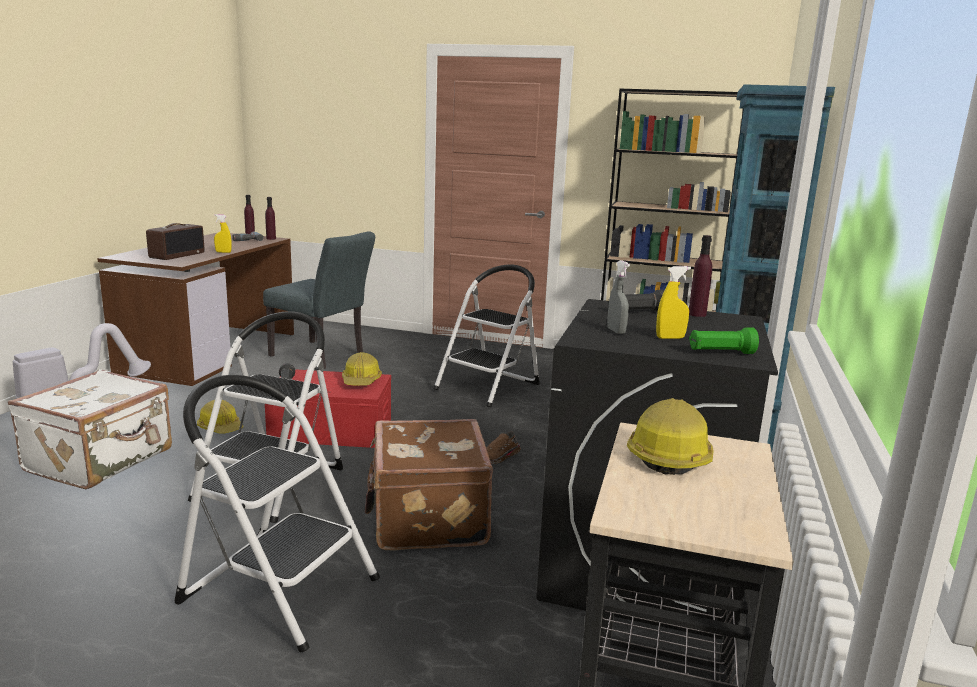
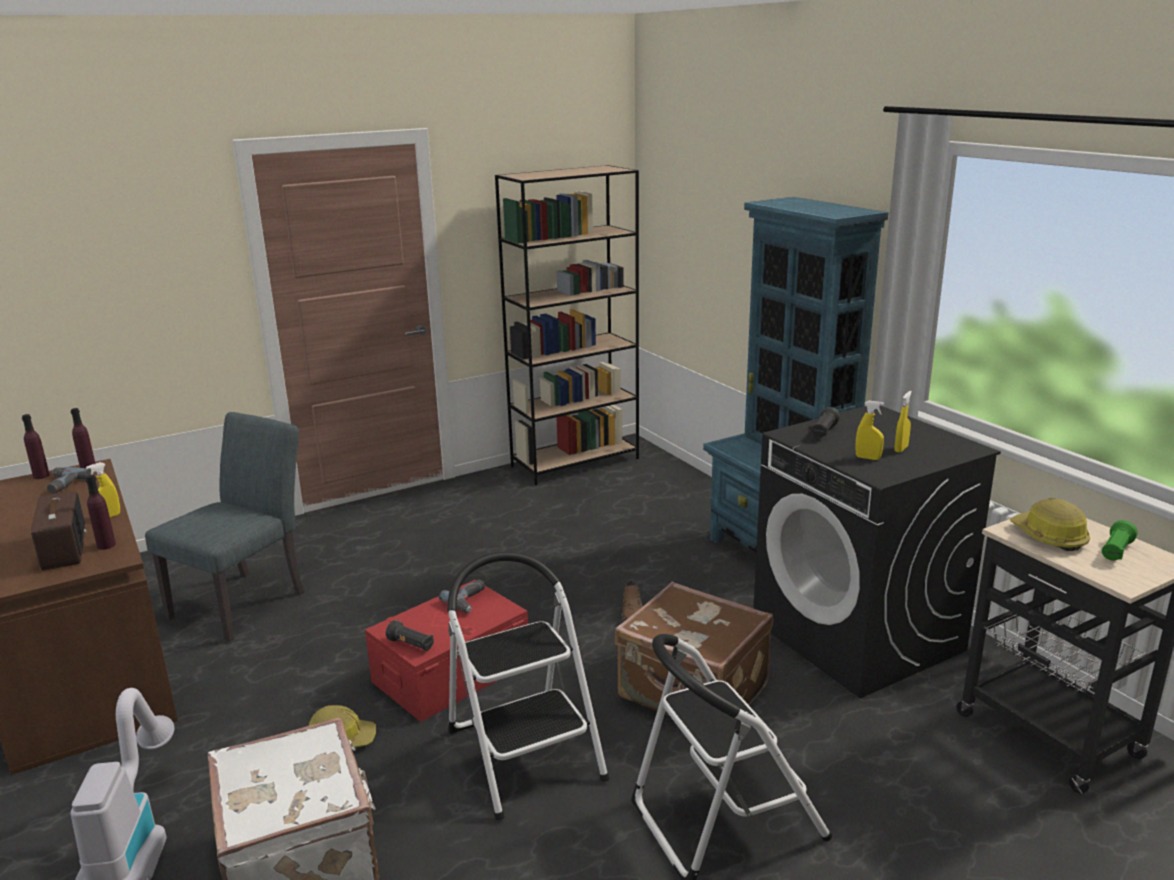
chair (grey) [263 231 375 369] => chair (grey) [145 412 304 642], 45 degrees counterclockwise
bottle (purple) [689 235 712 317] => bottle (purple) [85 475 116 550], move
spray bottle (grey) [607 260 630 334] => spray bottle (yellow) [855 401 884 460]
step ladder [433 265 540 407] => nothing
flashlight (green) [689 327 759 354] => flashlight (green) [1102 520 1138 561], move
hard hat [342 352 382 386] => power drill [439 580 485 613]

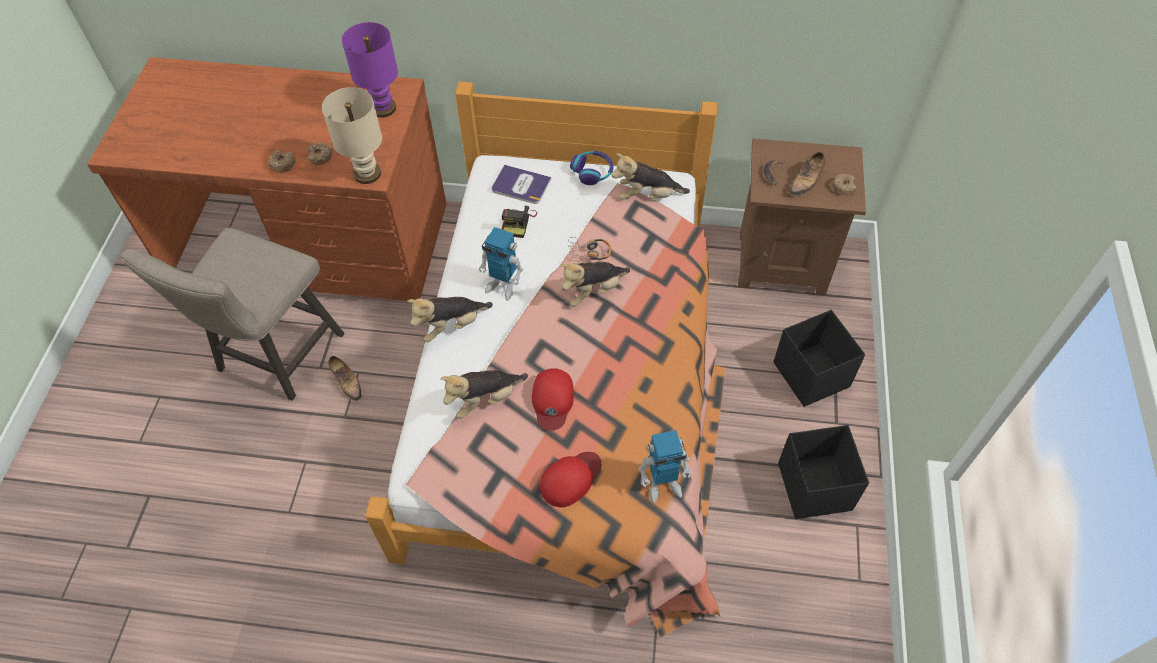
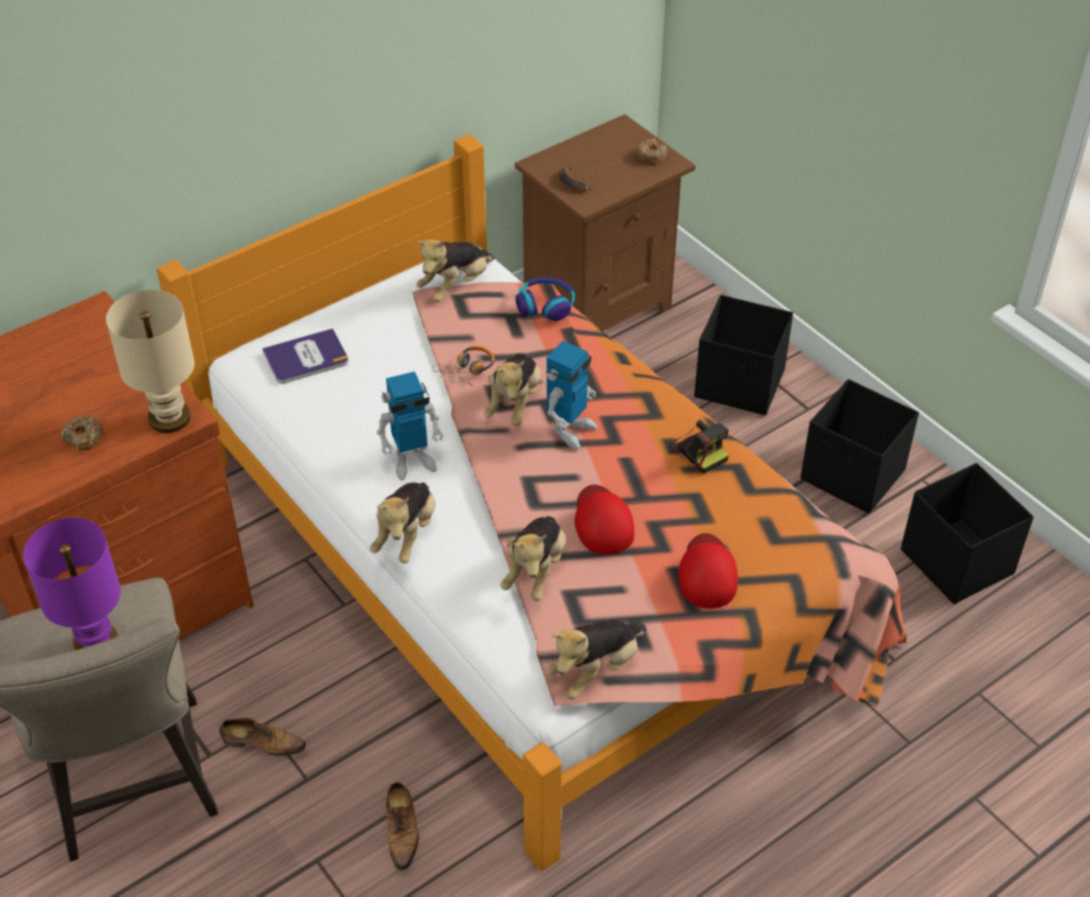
table lamp (purple) [342 22 398 118] => table lamp (purple) [23 518 121 651], move
donut [268 150 295 172] => nothing
headphones [570 151 613 185] => headphones [515 277 575 321], move
shoe [789 152 825 195] => shoe [386 782 419 870], move
photo camera [502 205 537 238] => photo camera [666 419 729 474], move
cap (red) [532 368 574 431] => cap (red) [575 485 634 555], 150 degrees counterclockwise
toy robot [638 430 692 503] => toy robot [546 341 598 449], move
nothing => storage box (black) [901 463 1034 604]
nothing => plush toy [546 620 646 699]

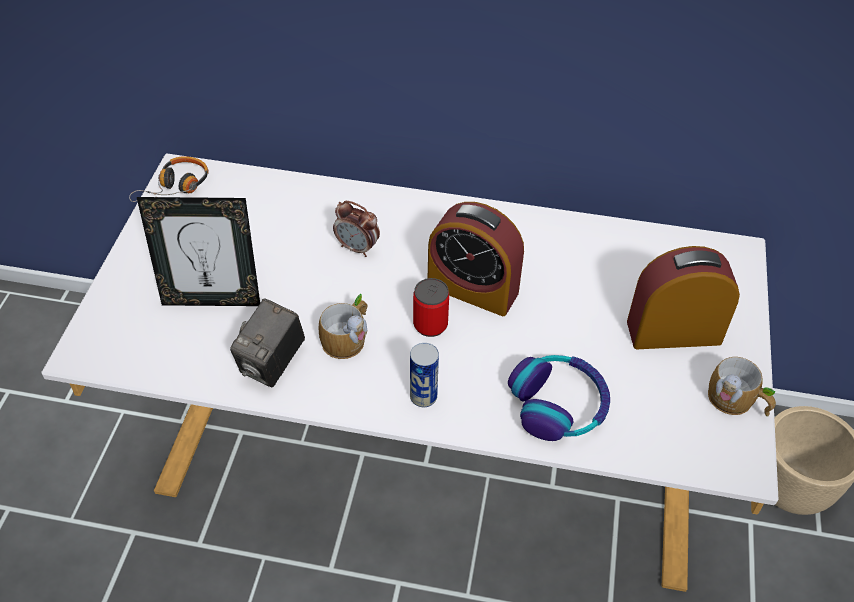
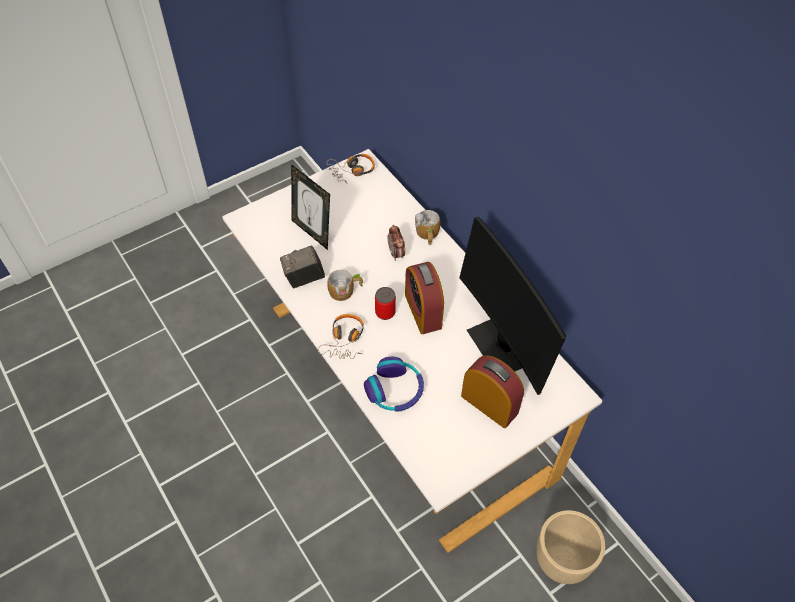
can [410 343 439 407] => headphones [318 314 364 359]
mug [708 357 776 417] => mug [415 210 440 245], move
nothing => monitor [459 216 566 395]

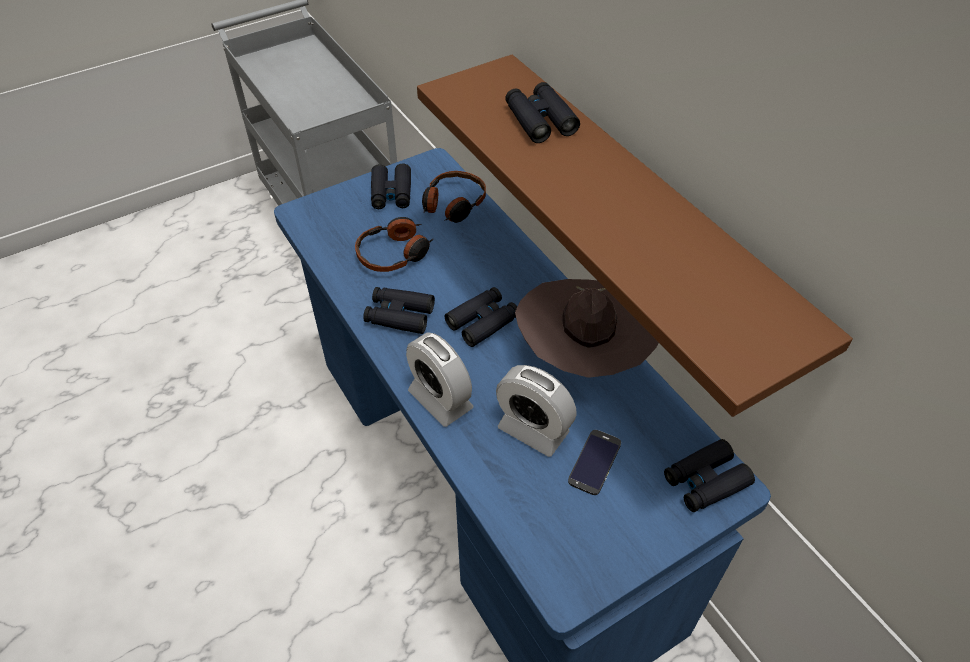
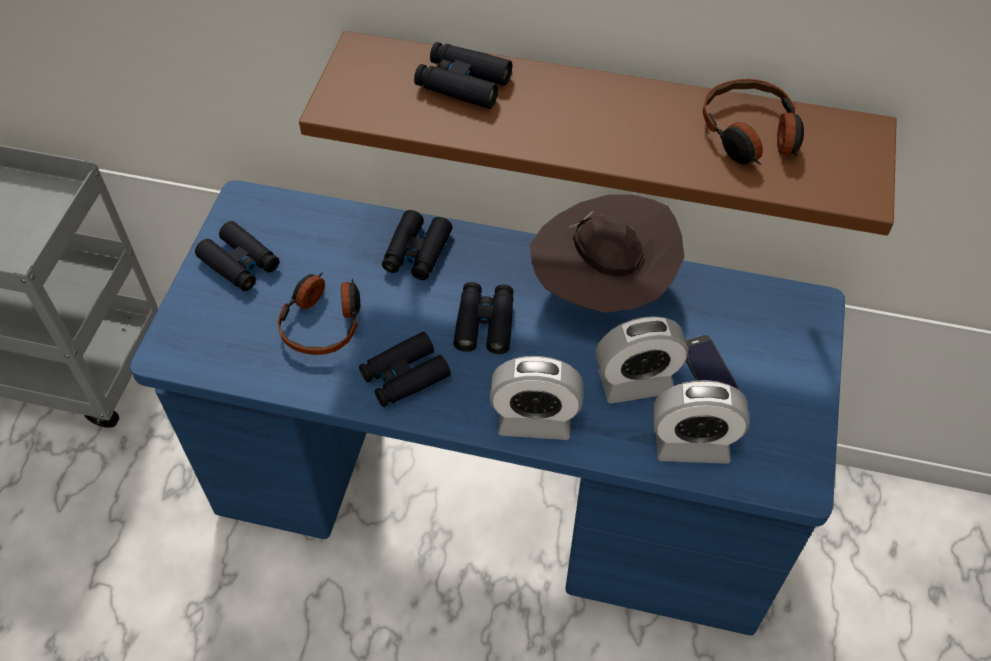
headphones [422 171 486 223] => headphones [702 79 804 165], move
binoculars (black) [664 439 755 512] => binoculars (black) [382 210 452 280], move
nothing => alarm clock [653 380 749 464]

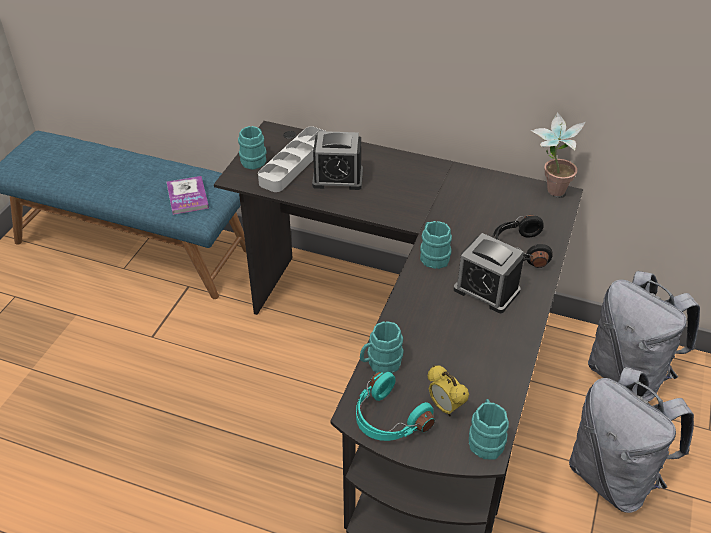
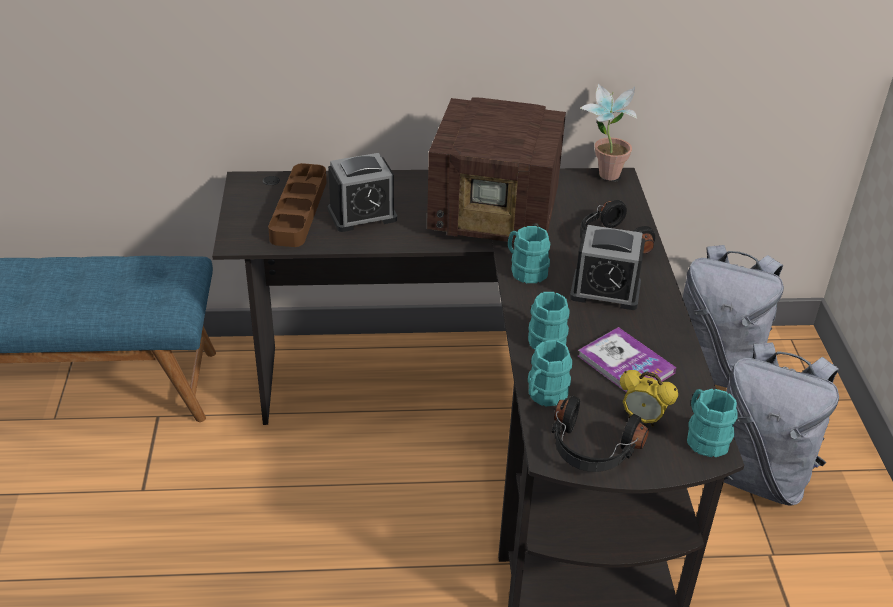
mug (turquoise) [238 126 267 170] => mug (turquoise) [528 292 570 350], move
tray (grey) [258 126 325 192] => tray (brown) [268 163 327 247]
book [167 176 209 215] => book [578 327 676 392], move
headphones (turquoise) [356 372 435 441] => headphones (black) [552 396 649 472]
nothing => radio [427 97 566 245]

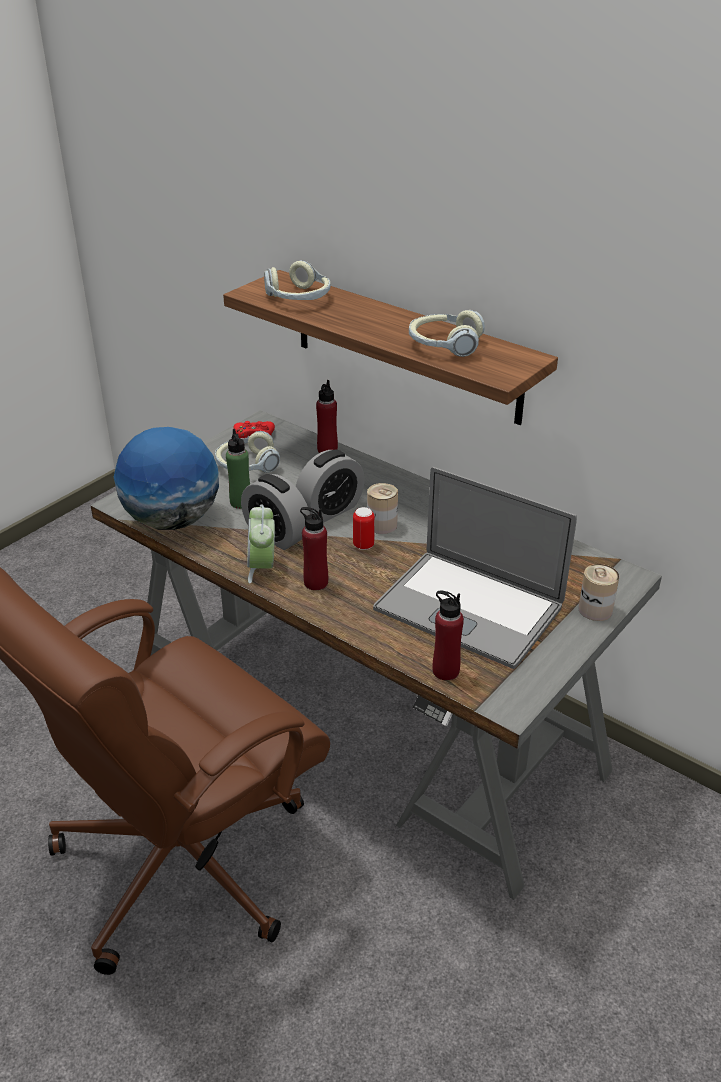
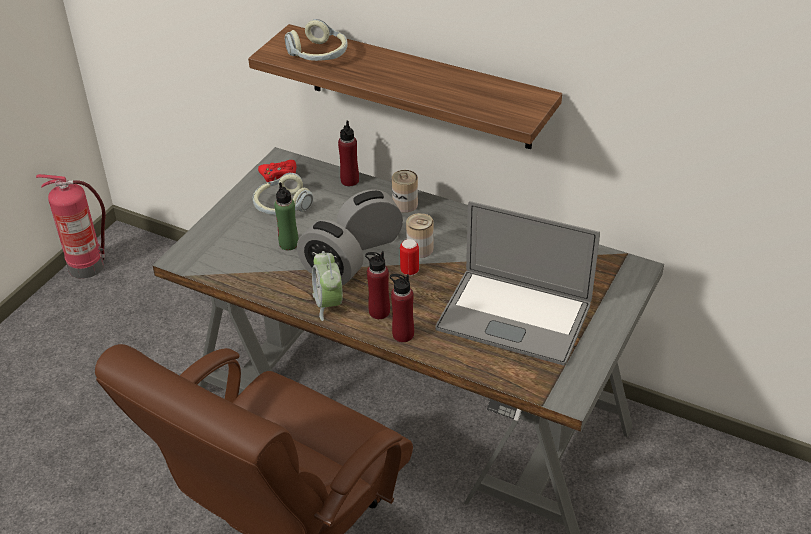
headphones [409 310 485 357] => nothing
globe [114 427 219 530] => nothing
alarm clock [295 449 365 523] => alarm clock [336 189 403 250], 150 degrees counterclockwise
can [578 564 619 621] => can [392 170 418 213], move
bottle (red) [432 590 464 680] => bottle (red) [390 274 414 342], move
nothing => fire extinguisher [36 174 106 279]

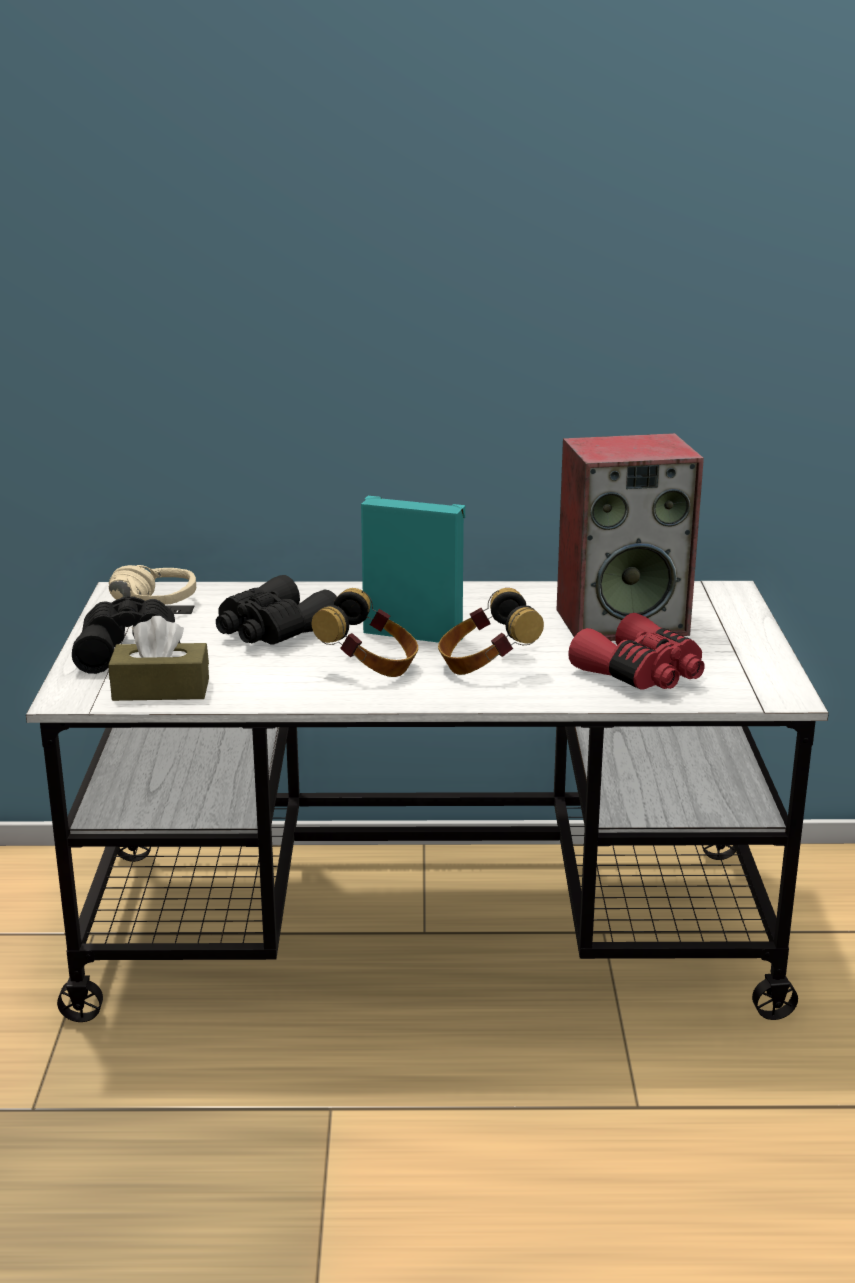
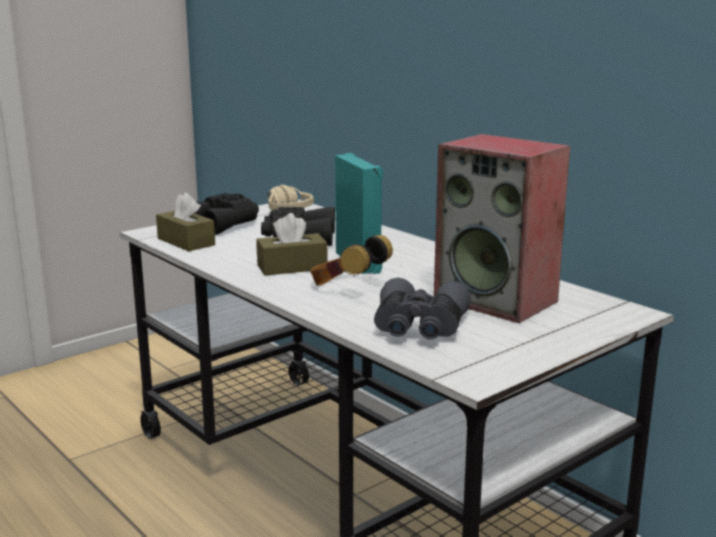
headphones [312 588 418 677] => tissue box (brown) [256 213 328 276]
binoculars (red) [568 613 704 690] => binoculars (grey) [374 278 471 339]

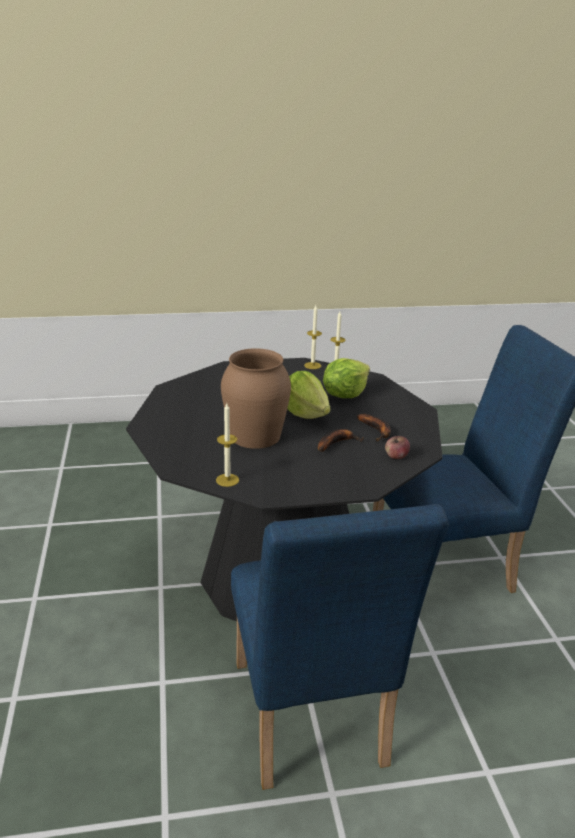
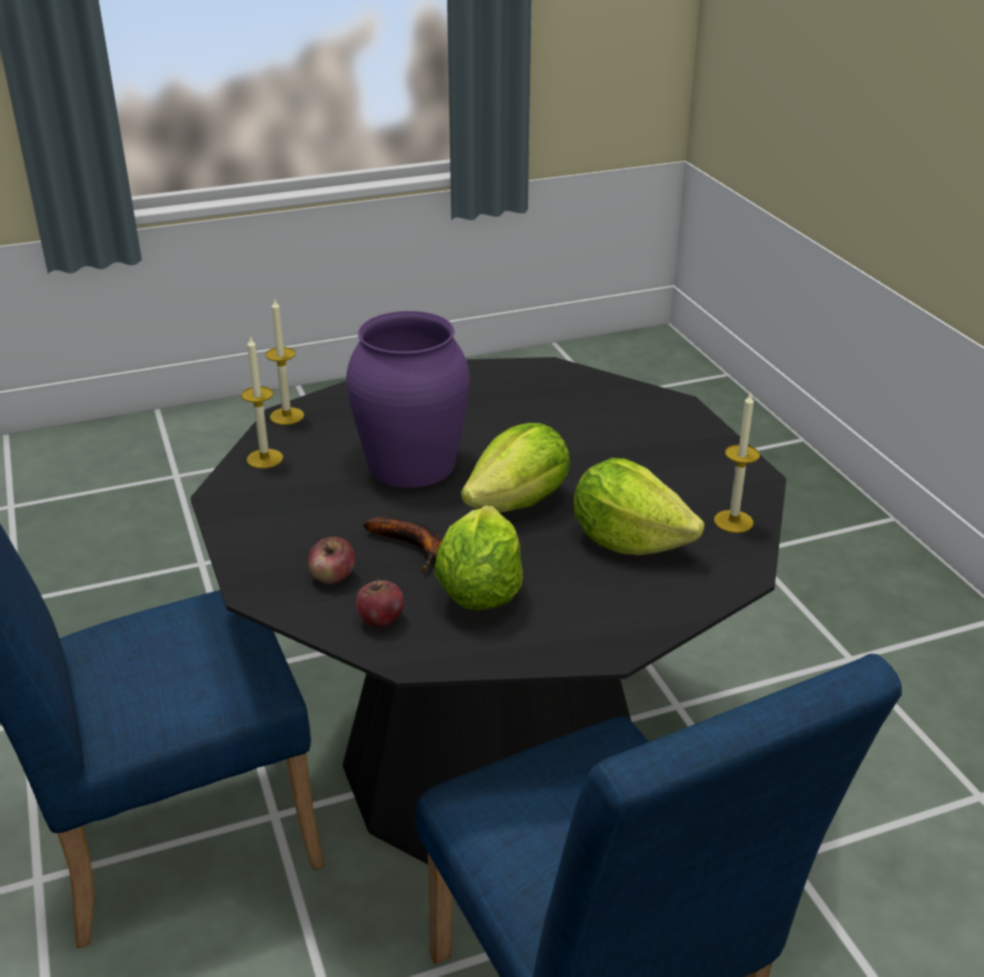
candle [304 305 322 369] => candle [265 298 304 425], move
vase (brown) [221 348 291 449] => vase (purple) [346 311 470 488]
banana [357 414 391 441] => lettuce [434 505 523 610]
nothing => apple [308 537 355 584]

